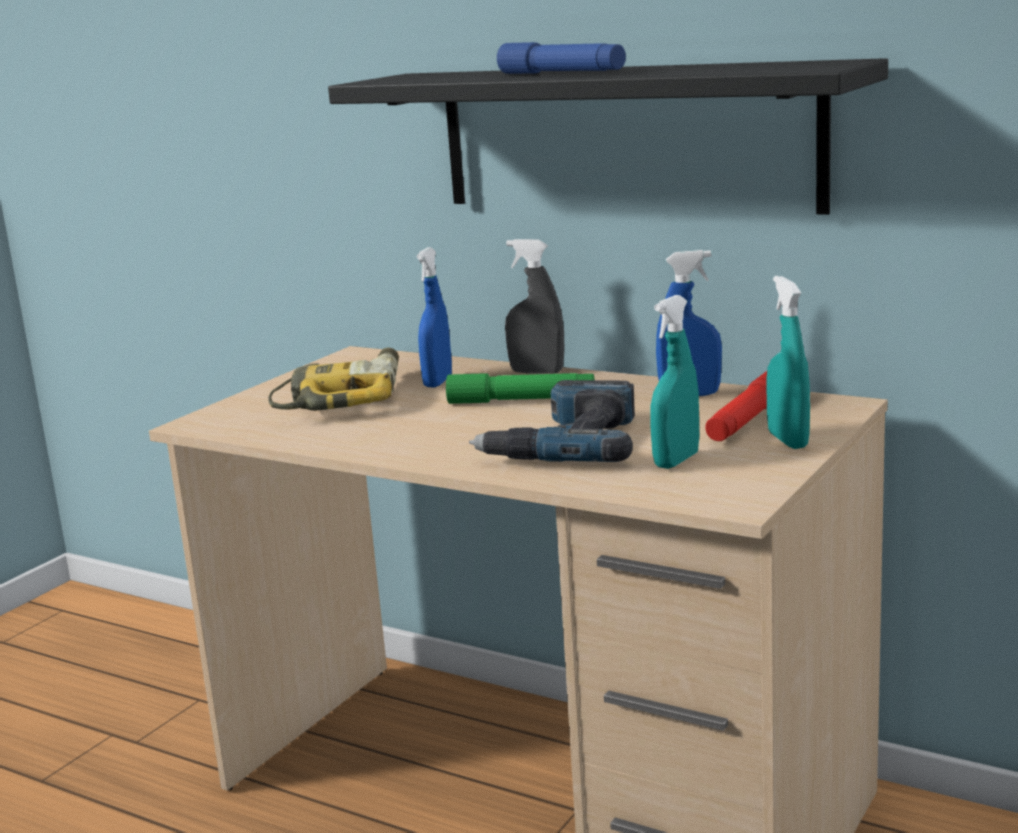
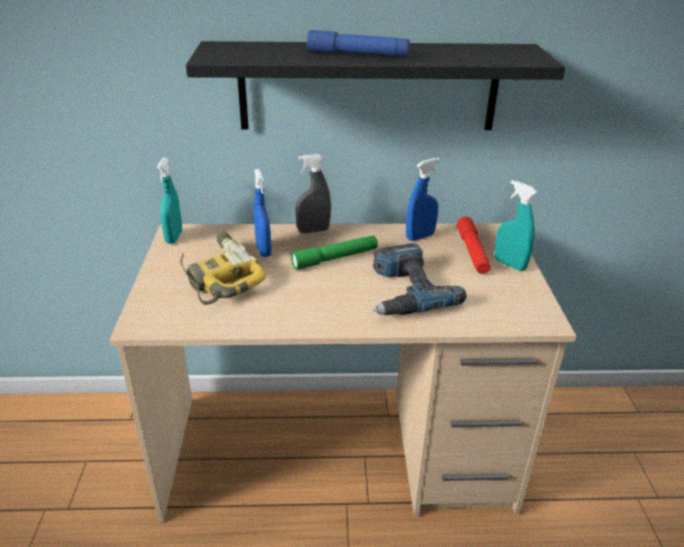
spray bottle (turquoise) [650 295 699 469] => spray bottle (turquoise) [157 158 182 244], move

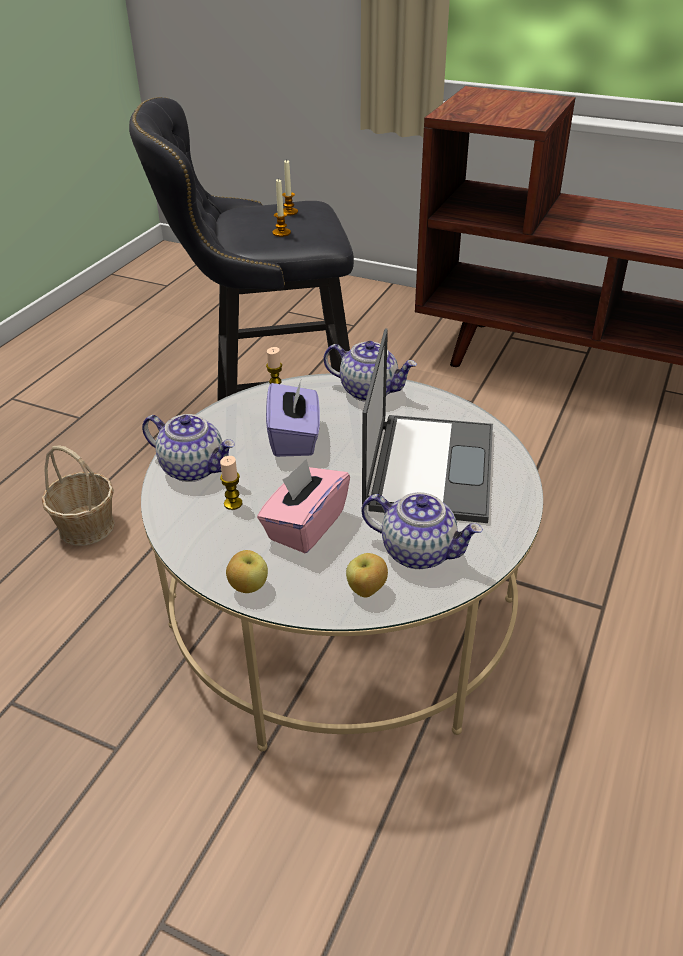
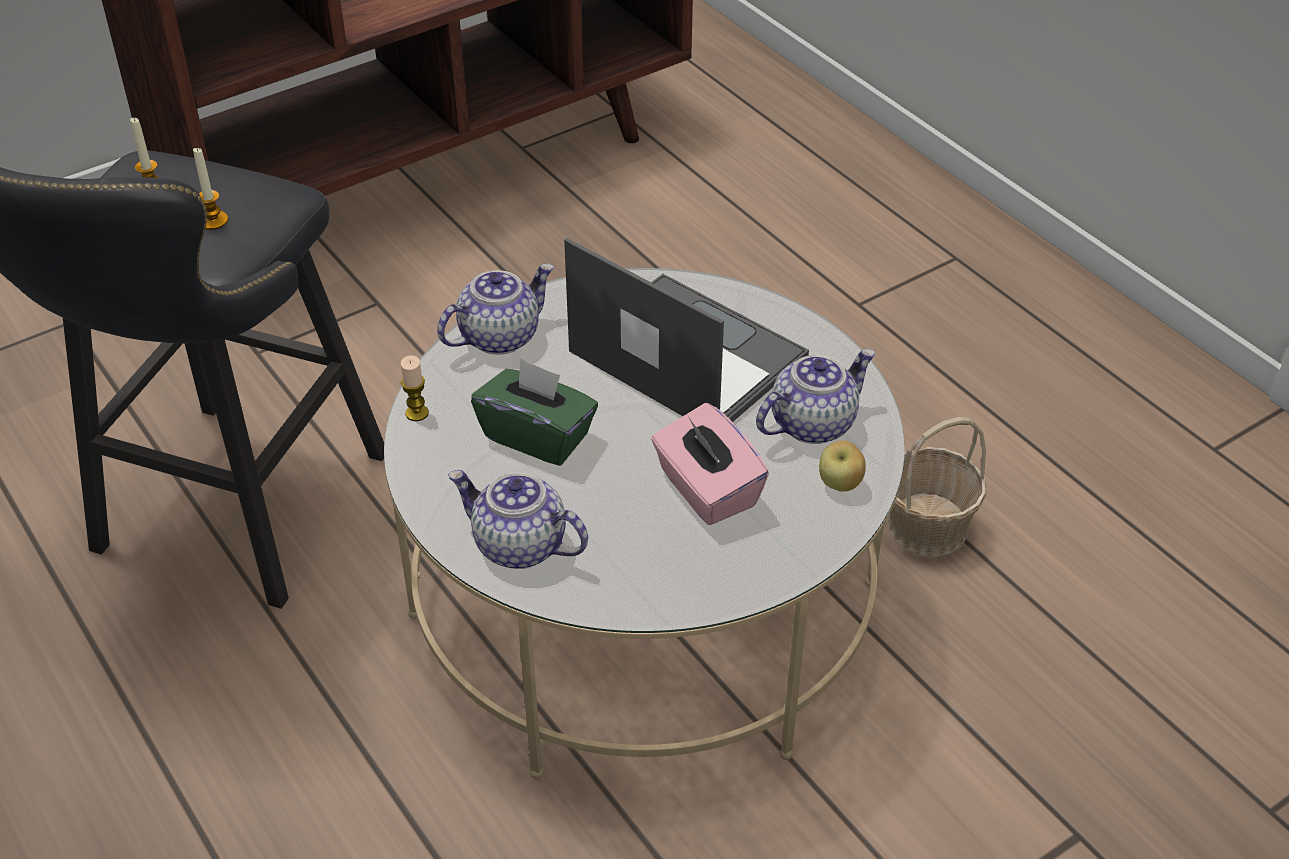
tissue box (purple) [266 378 320 457] => tissue box (green) [471 358 598 466]
teapot [142 414 235 482] => teapot [448 470 588 569], 120 degrees counterclockwise
basket [42 445 115 546] => basket [888 417 986 557], move
candle [220 456 243 510] => nothing
apple [226 550 268 593] => nothing

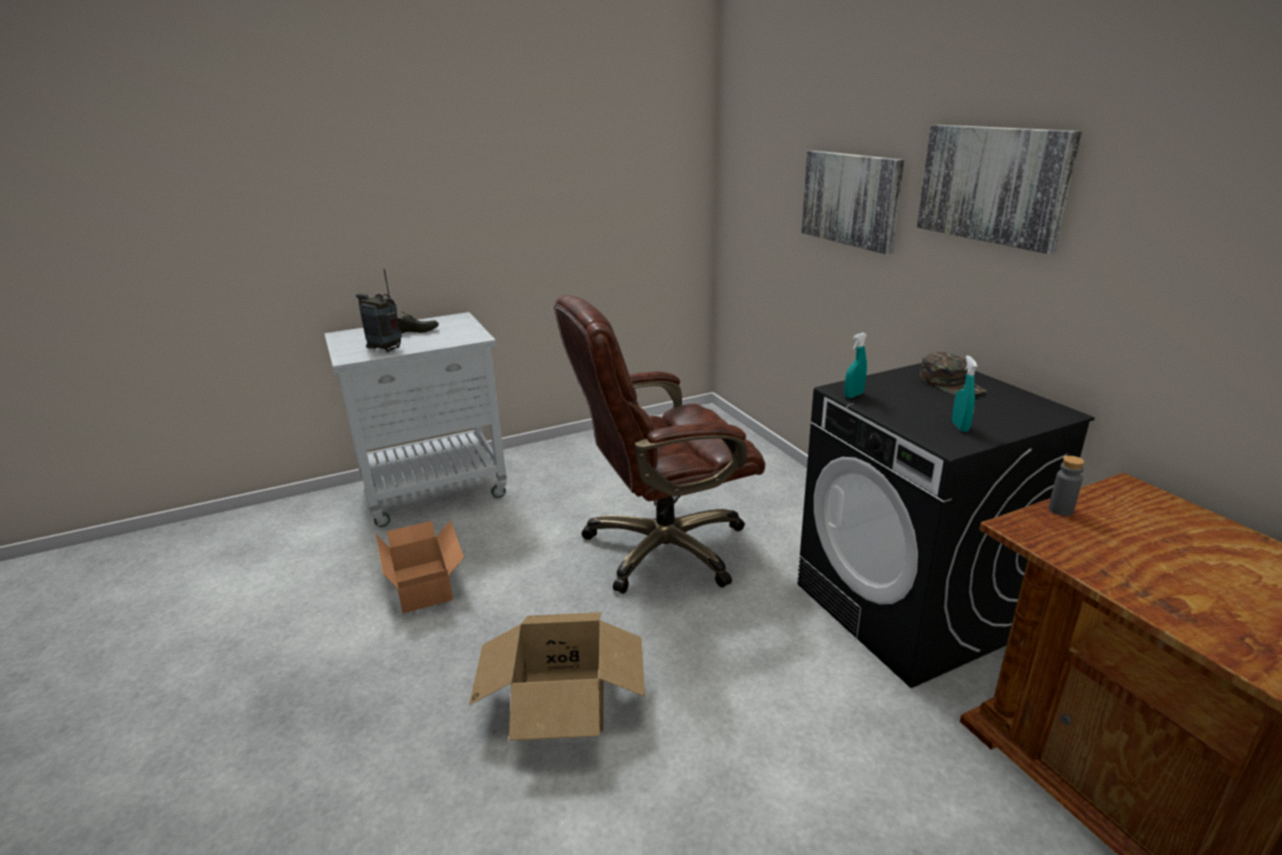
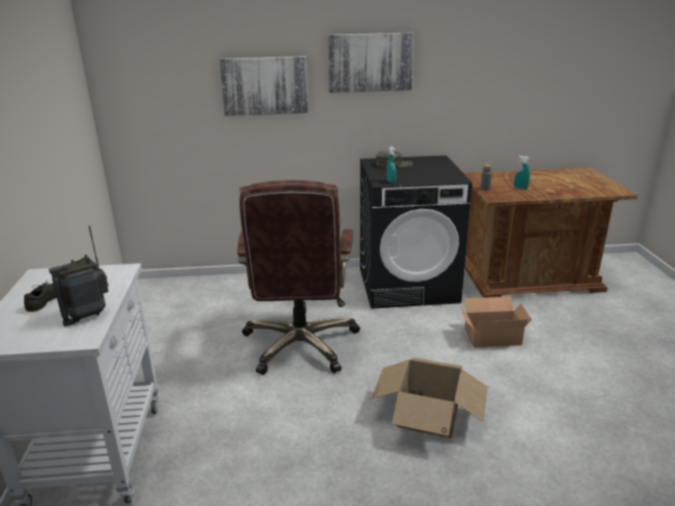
spray bottle (turquoise) [952 355 978 432] => spray bottle (turquoise) [514 156 530 189], move
cardboard box [376 520 464 613] => cardboard box [459 296 532 348], move

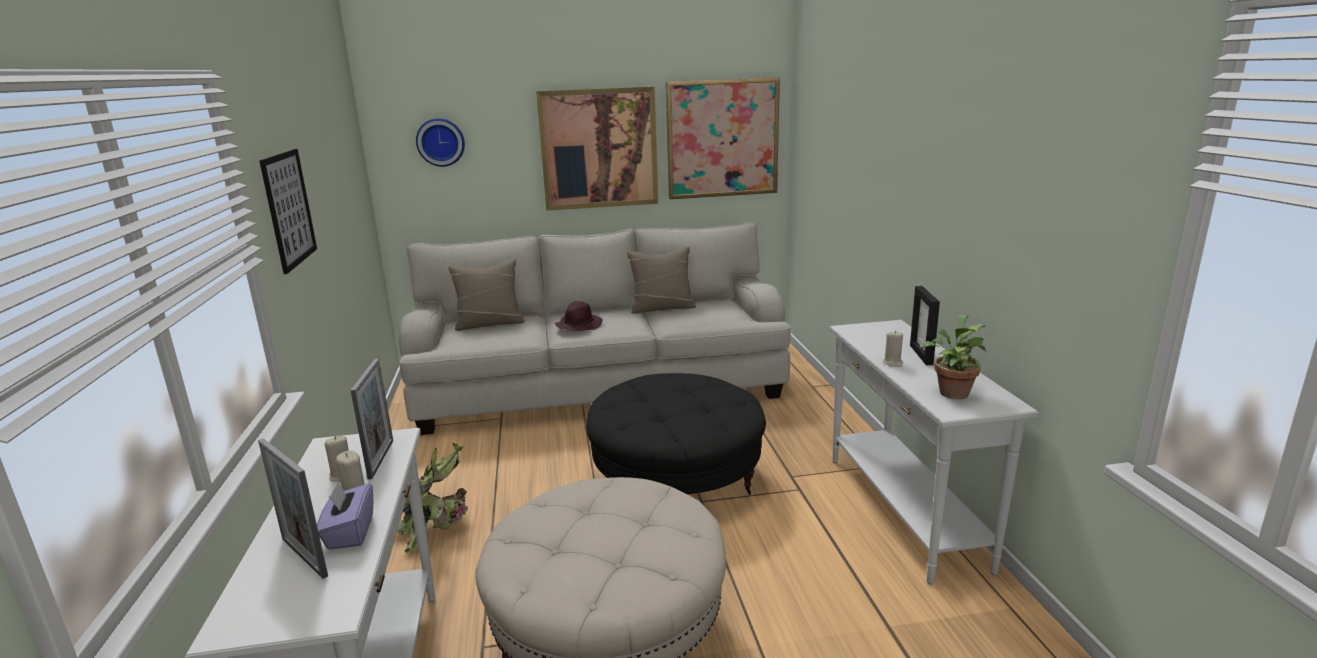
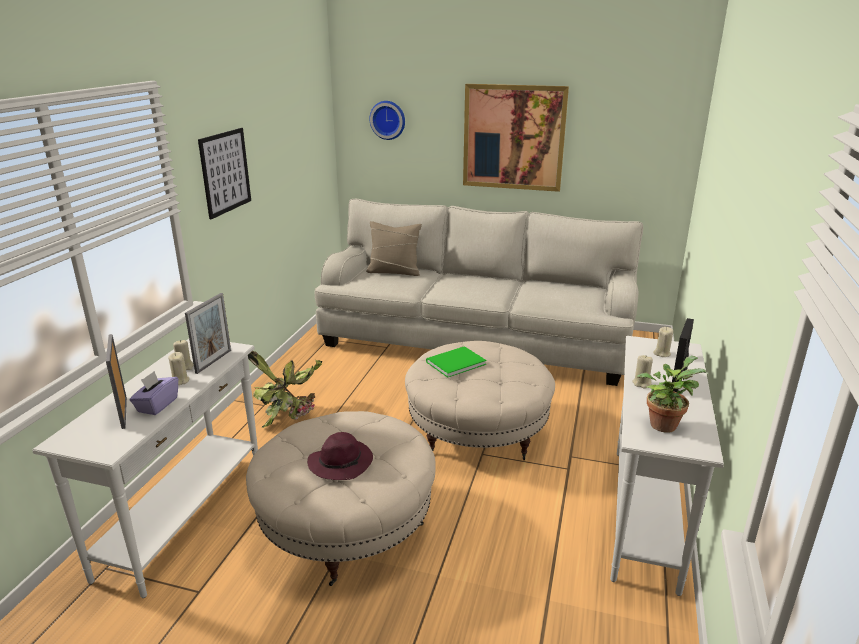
picture [666 78 780 199] => nothing
pillow (beige) [627 247 696 313] => nothing
hat (purple) [555 301 603 331] => hat (purple) [307 432 373 480], move
ottoman (black) [586 373 766 494] => ottoman (beige) [405 341 555 460]
nothing => candle (beige) [653 327 673 357]
nothing => book (green) [426 346 486 378]

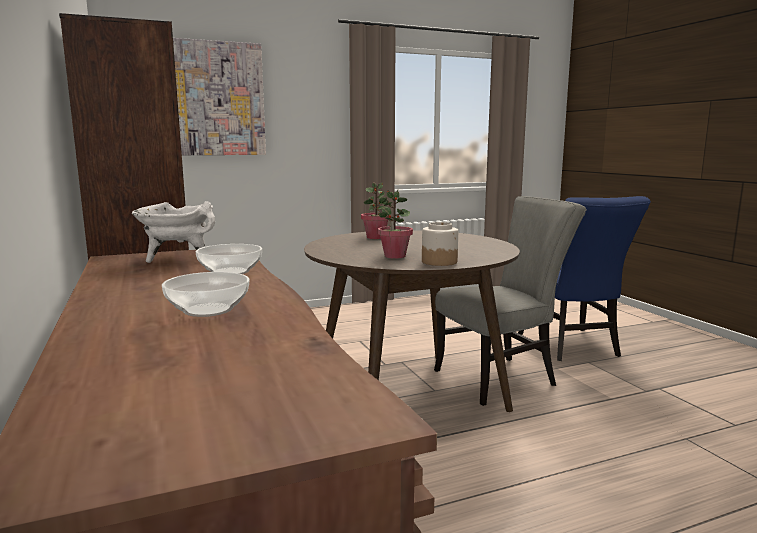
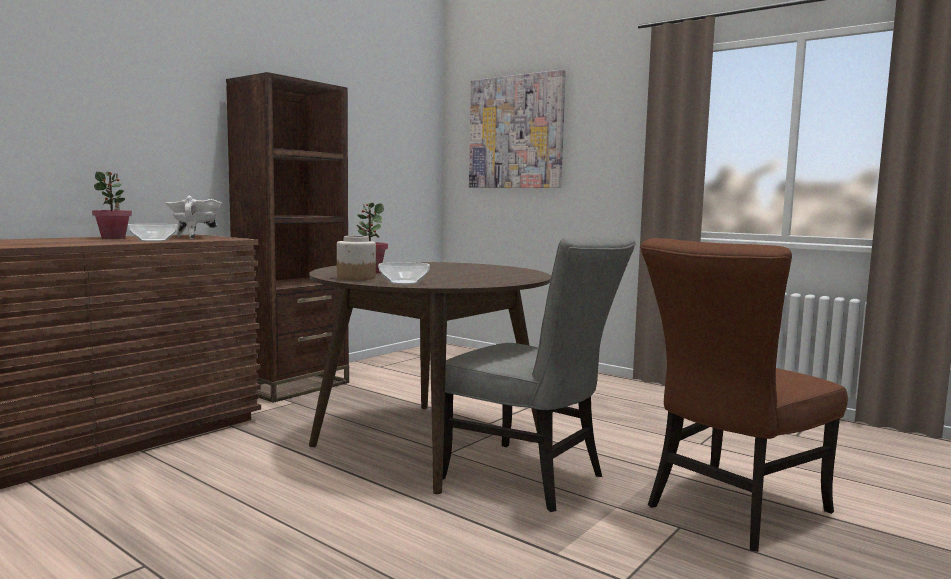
potted plant [361 182 389 239] => potted plant [92 171 132 239], move
chair (blue) [518 196 651 361] => chair (brown) [640 238 848 552]
bowl [162 272 249 317] => bowl [378 262 430 284], move

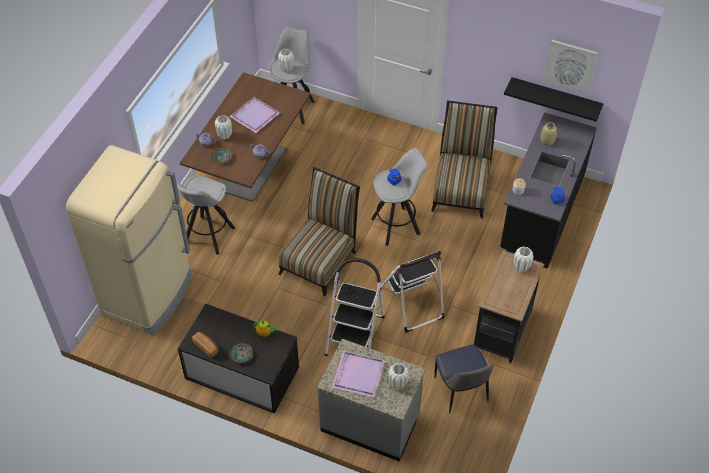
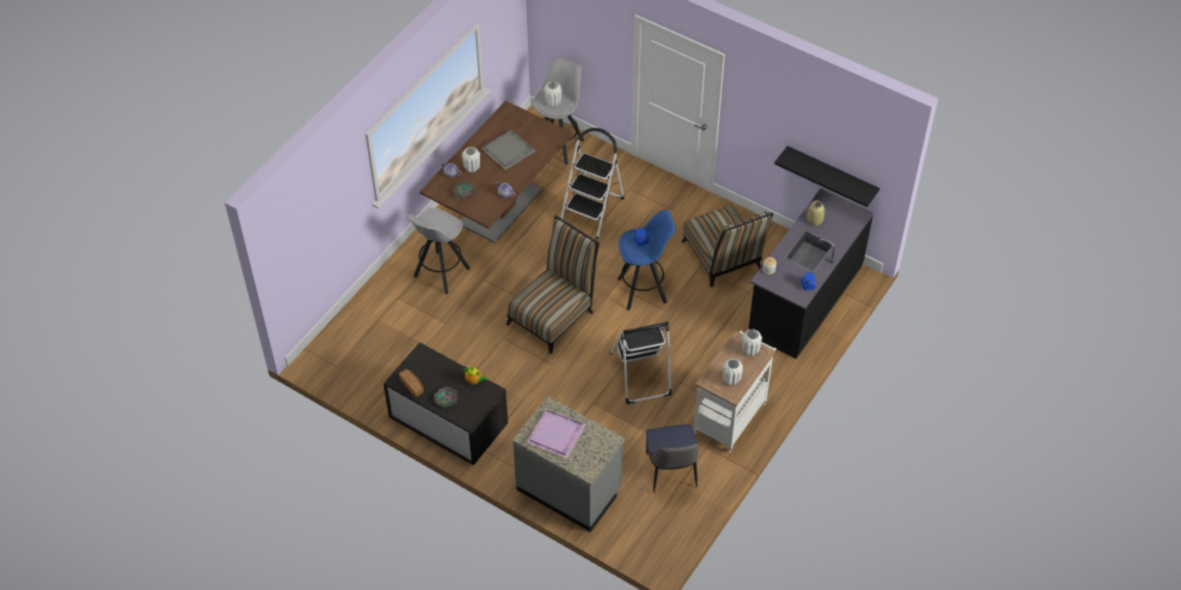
picture [544 40 598 94] => nothing
tray (purple) [229 97 280 133] => tray (grey) [481 130 535 170]
chair [431 100 498 219] => chair [682 205 773 287], 135 degrees clockwise
fridge (beige) [66 145 192 335] => nothing
stool (grey) [371 148 428 246] => stool (blue) [618 210 676 310]
cart (black) [474 249 544 364] => cart (white) [694 331 776 452]
step ladder [325 258 385 356] => step ladder [561 128 625 239], move
vase (white) [388 363 409 390] => vase (white) [723 358 743 385], move

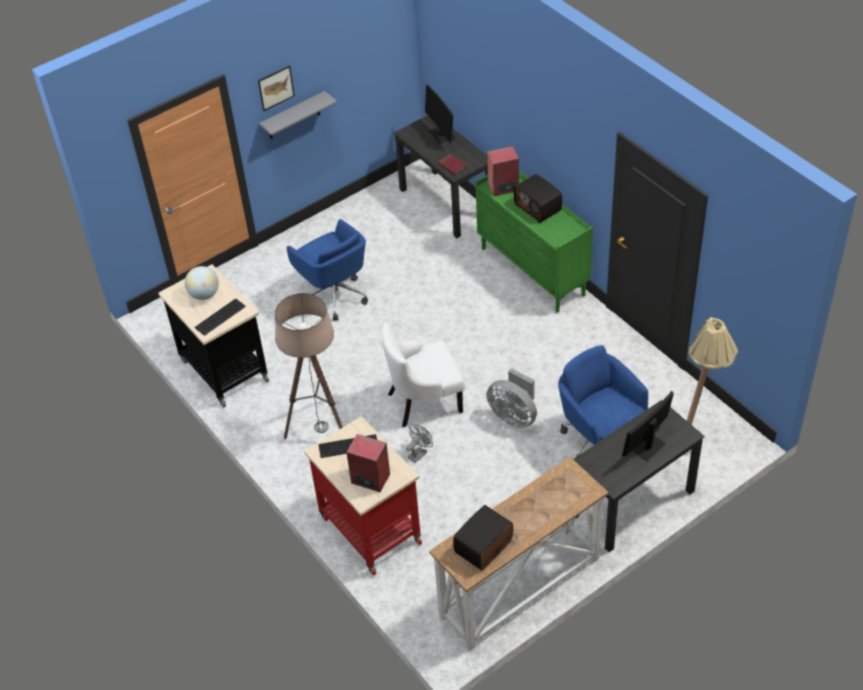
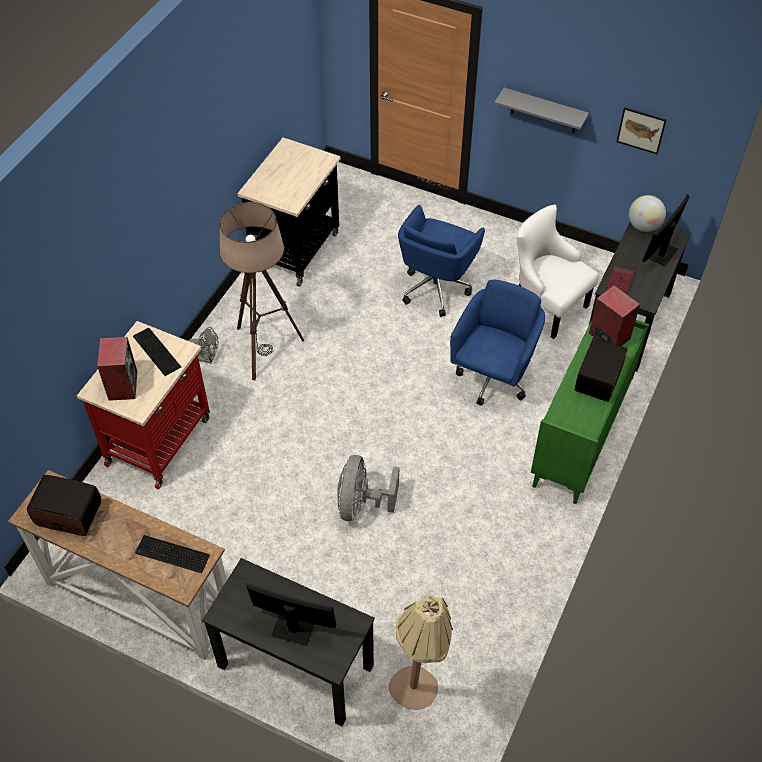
picture [258 66 295 111] => picture [617 107 666 154], move
globe [185 266 219 300] => globe [629 195 666 232], move
keyboard [194 299 246 336] => keyboard [135 535 210 573], move
chair (white) [381 323 465 427] => chair (white) [516 204 599 339], move
office chair (blue) [558 345 648 457] => office chair (blue) [450 280 545 406], move
fan (grey) [406 425 433 463] => fan (grey) [189 327 218 364], move

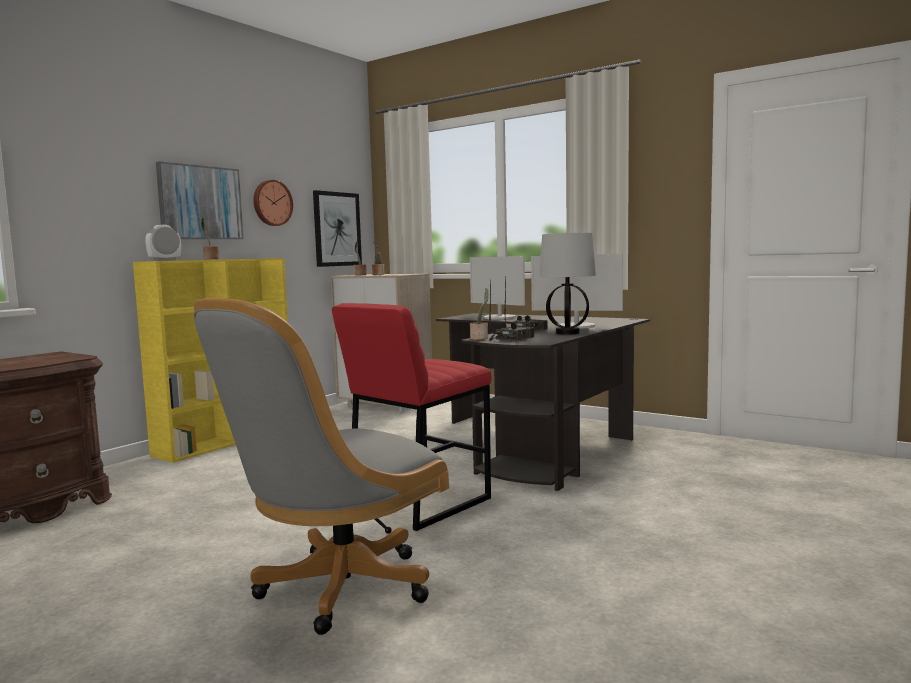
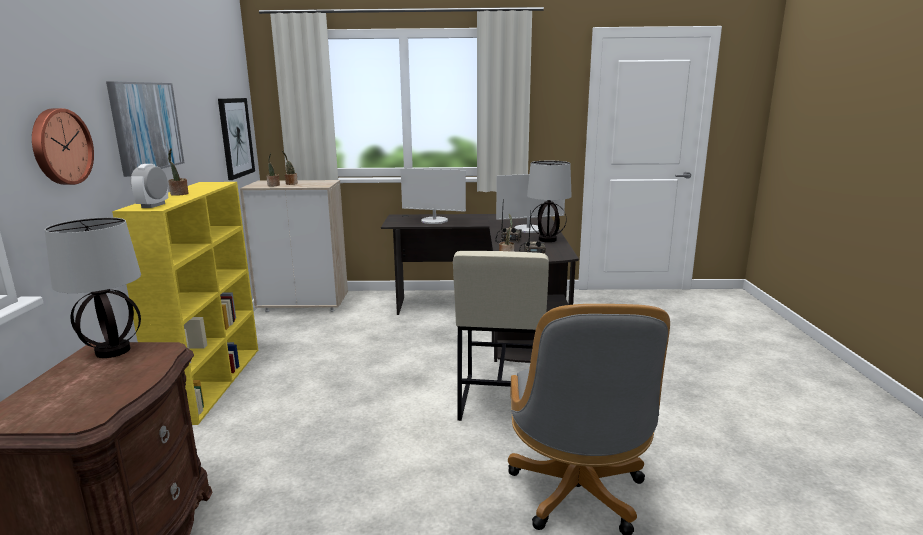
wall clock [253 180 293 226] => wall clock [32 108 94 185], move
chair (red) [332 303 491 531] => chair (beige) [453 251 549 421]
nothing => table lamp [45 217 141 358]

